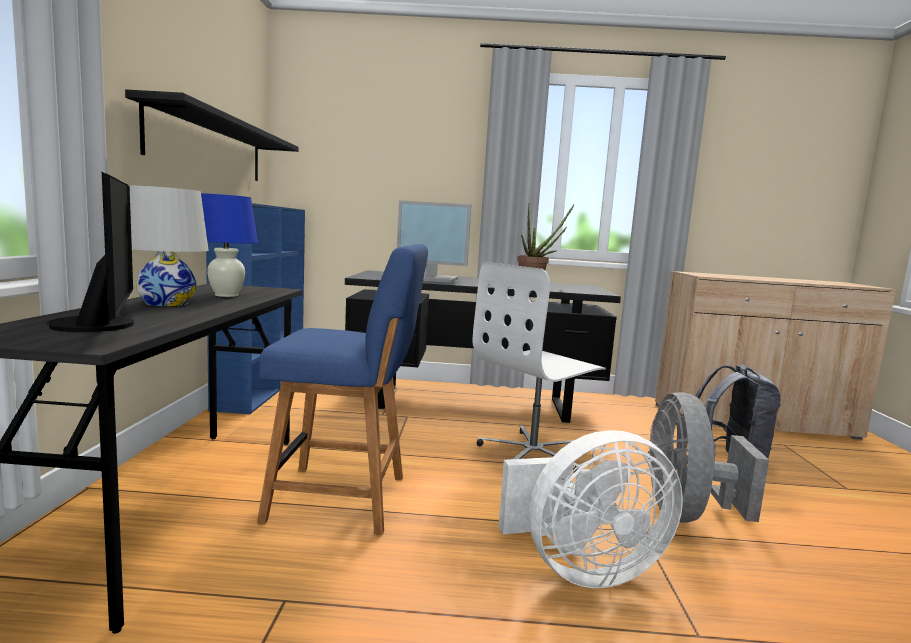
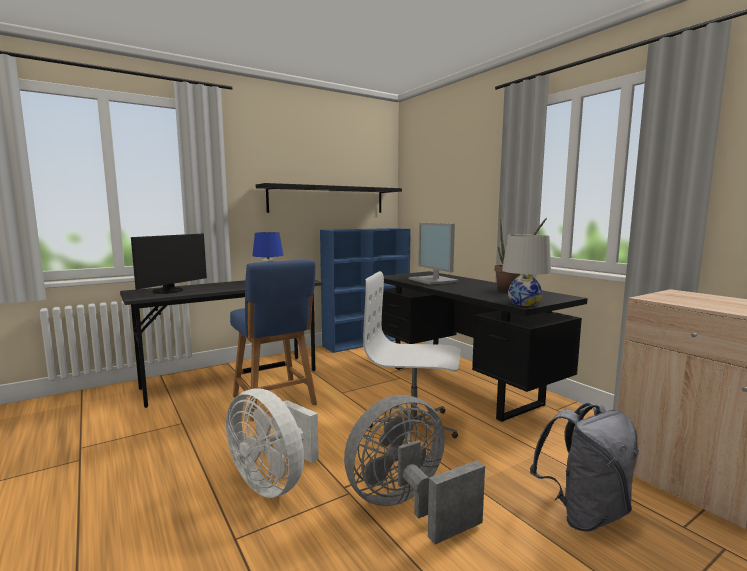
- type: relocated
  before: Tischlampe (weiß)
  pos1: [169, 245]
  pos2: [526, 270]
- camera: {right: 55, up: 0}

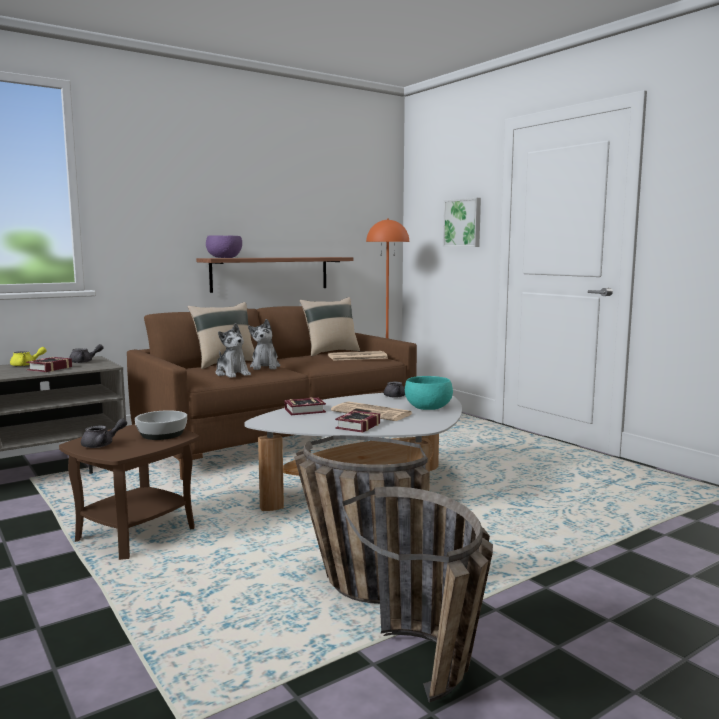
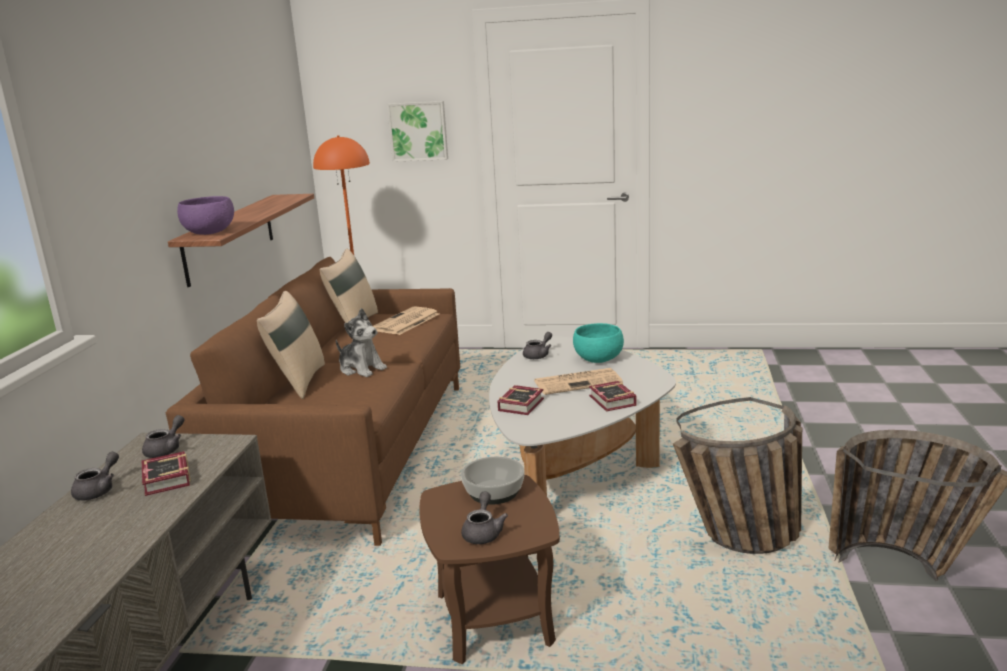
- type: missing
  before: Plüschtier
  pos1: [233, 350]
- type: colour
  before: Teekanne (gelb)
  after: Teekanne (grau)
  pos1: [28, 356]
  pos2: [95, 476]
- camera: {right: -45, up: 10}

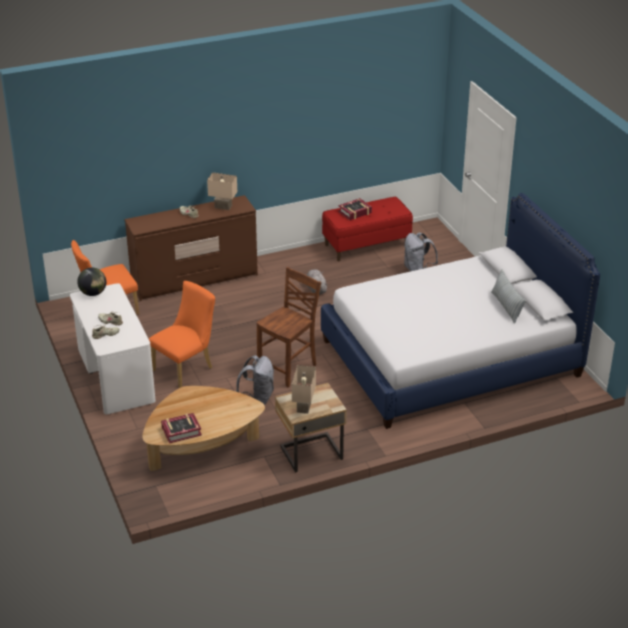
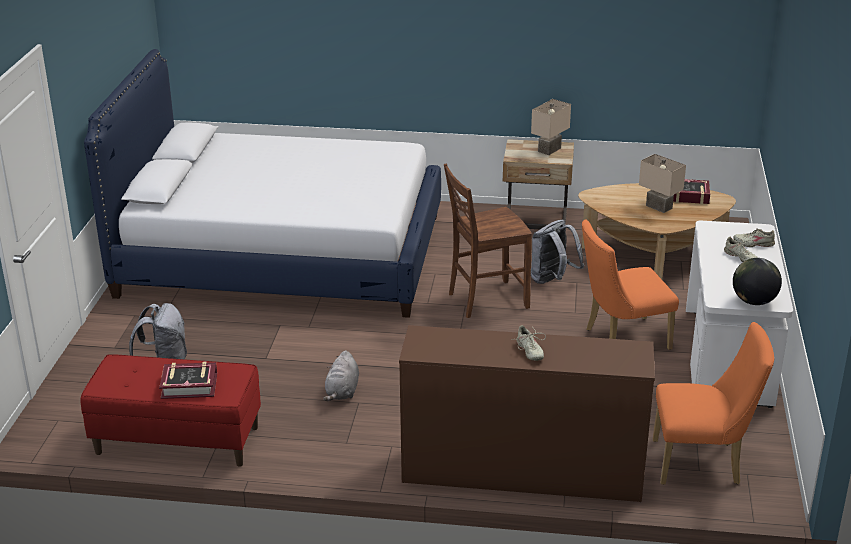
- type: relocated
  before: Tischlampe (beige)
  pos1: [222, 191]
  pos2: [662, 183]
- type: missing
  before: Kissen
  pos1: [508, 296]
- camera: {right: -150, up: -5}

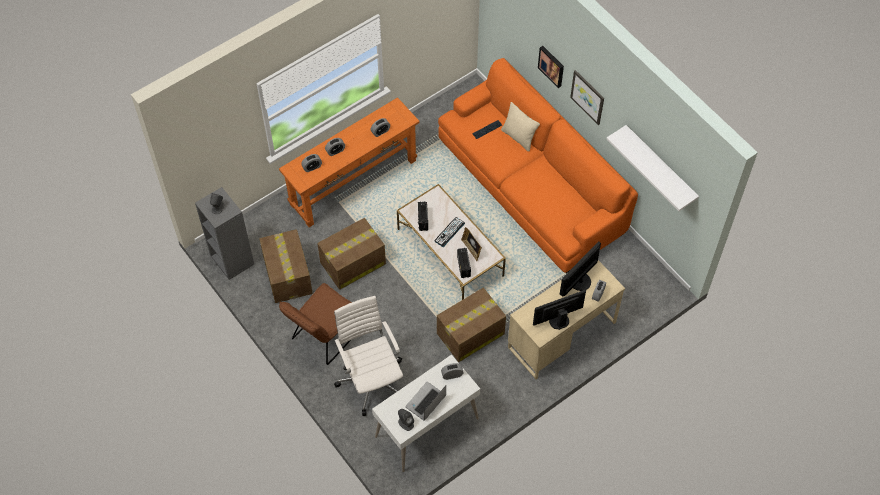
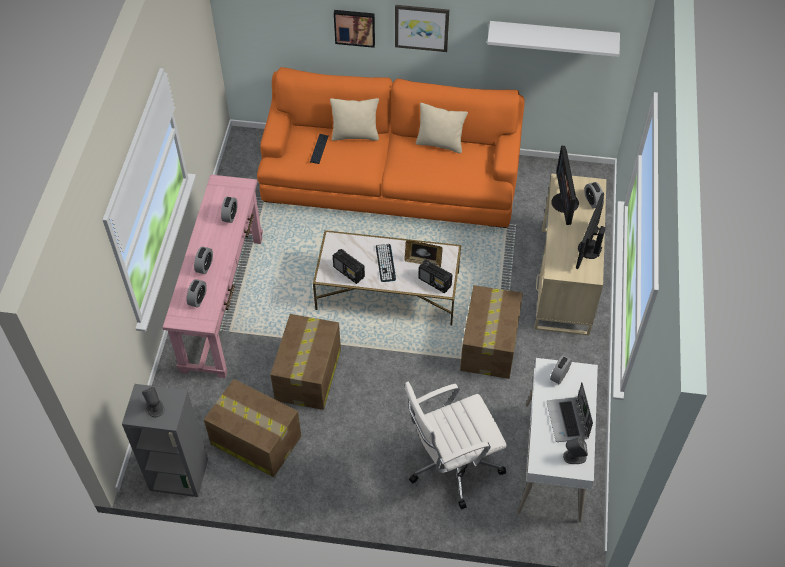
- type: colour
  before: Konsolentisch (orange)
  after: Konsolentisch (rosa)
  pos1: [349, 162]
  pos2: [213, 276]
- type: missing
  before: Stuhl (braun)
  pos1: [315, 324]
- type: spun
  before: Bürostuhl (weiß)
  pos1: [368, 356]
  pos2: [455, 446]
  turn: -45
- type: appeared
  after: Kissen (beige)
  pos2: [442, 128]
- camera: {right: -45, up: -5}

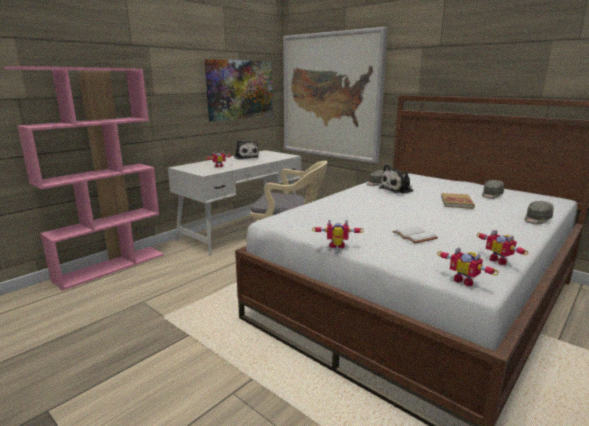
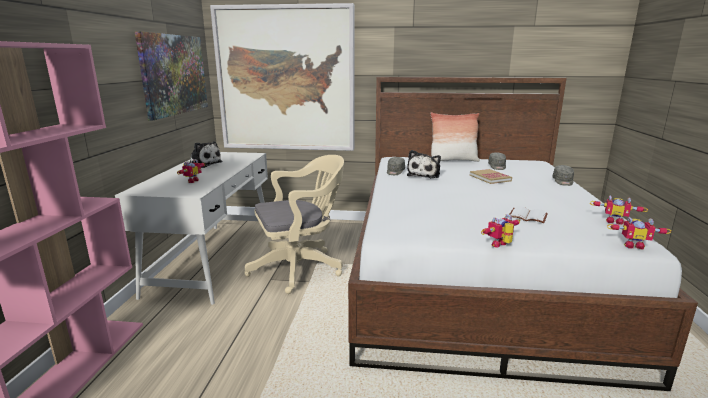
- type: appeared
  after: Kissen
  pos2: [455, 137]
- camera: {right: -35, up: 0}

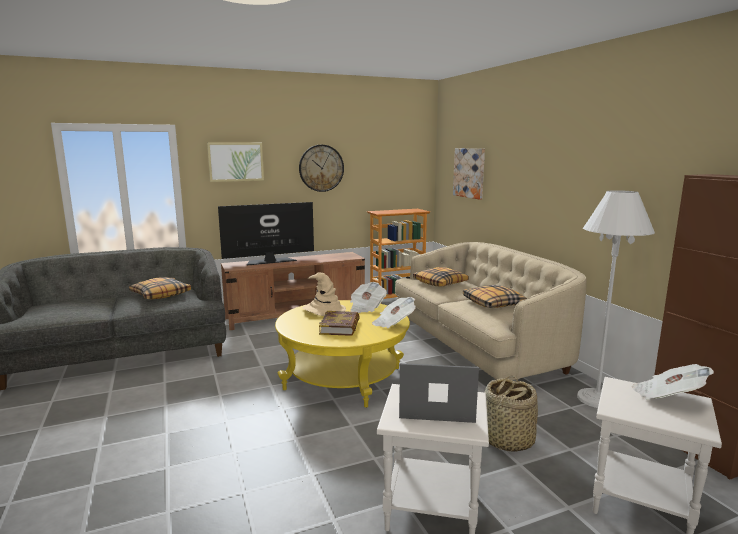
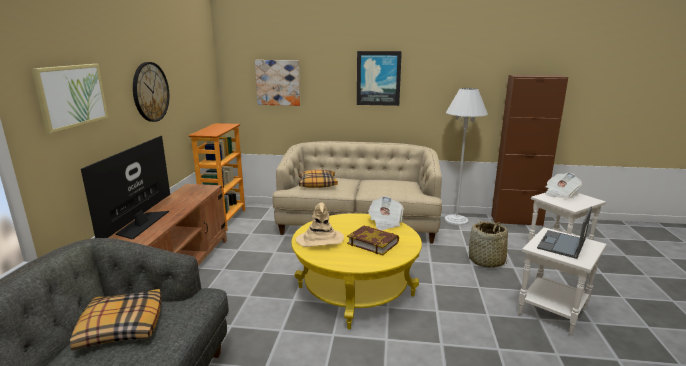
- type: missing
  before: Zeitung
  pos1: [368, 297]
- type: missing
  before: Kissen
  pos1: [495, 296]
- type: appeared
  after: Bild
  pos2: [379, 78]
- camera: {right: -60, up: 5}

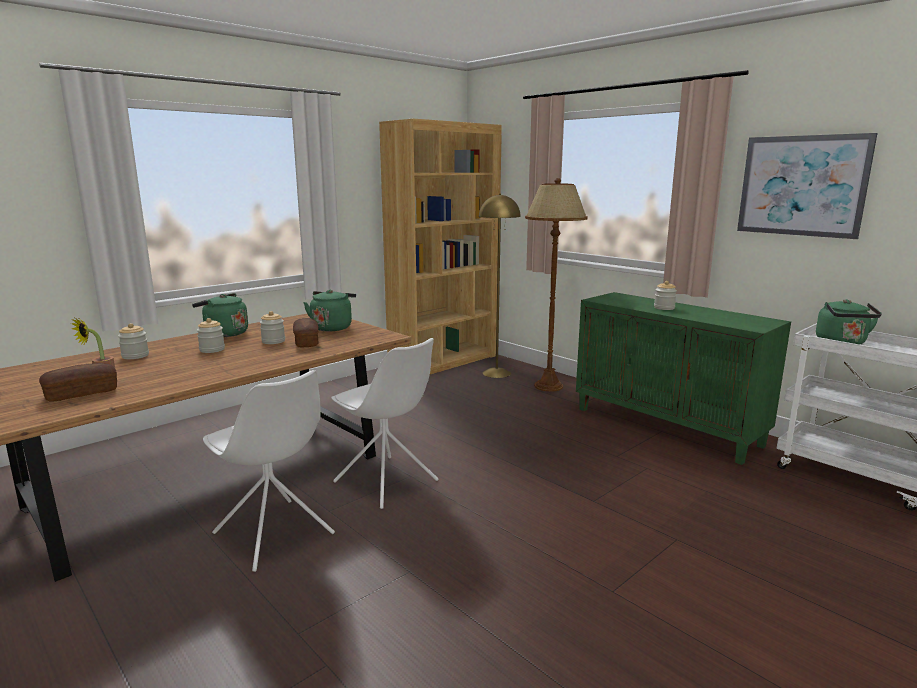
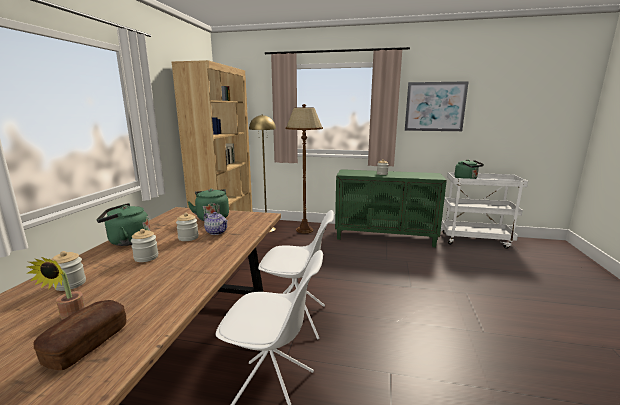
- type: exchanged
  before: Brot
  after: Teekanne
  pos1: [305, 332]
  pos2: [216, 223]
- camera: {right: -35, up: 0}

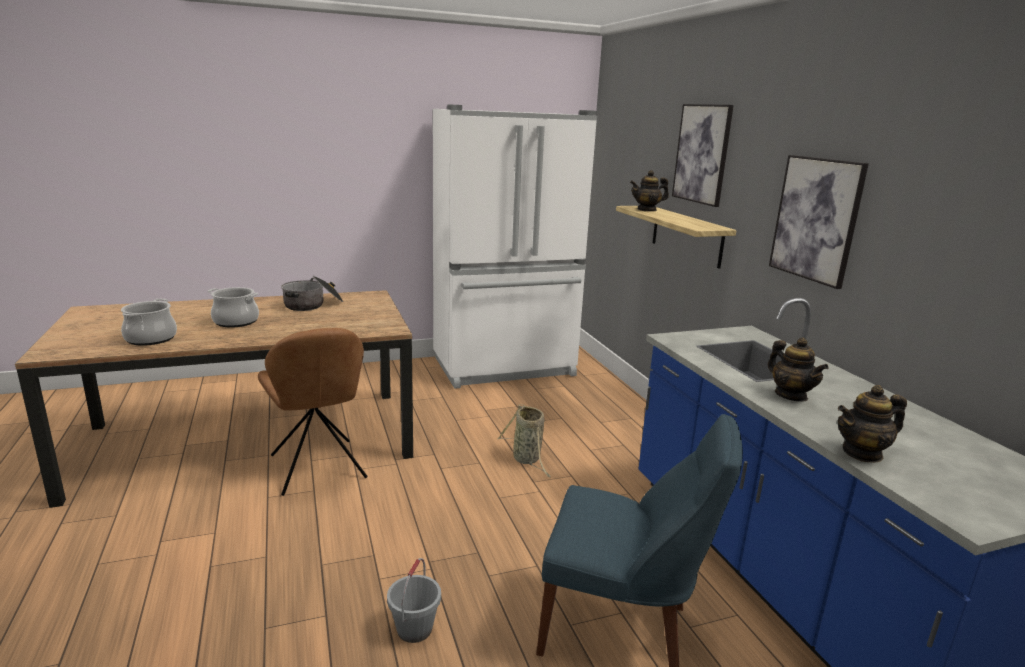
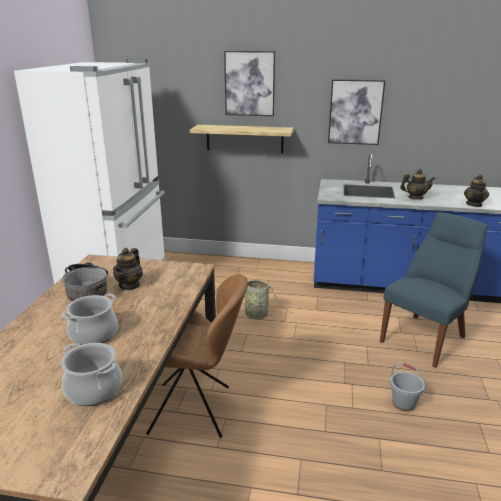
- type: relocated
  before: Teekanne
  pos1: [649, 191]
  pos2: [128, 269]
- camera: {right: -60, up: 5}

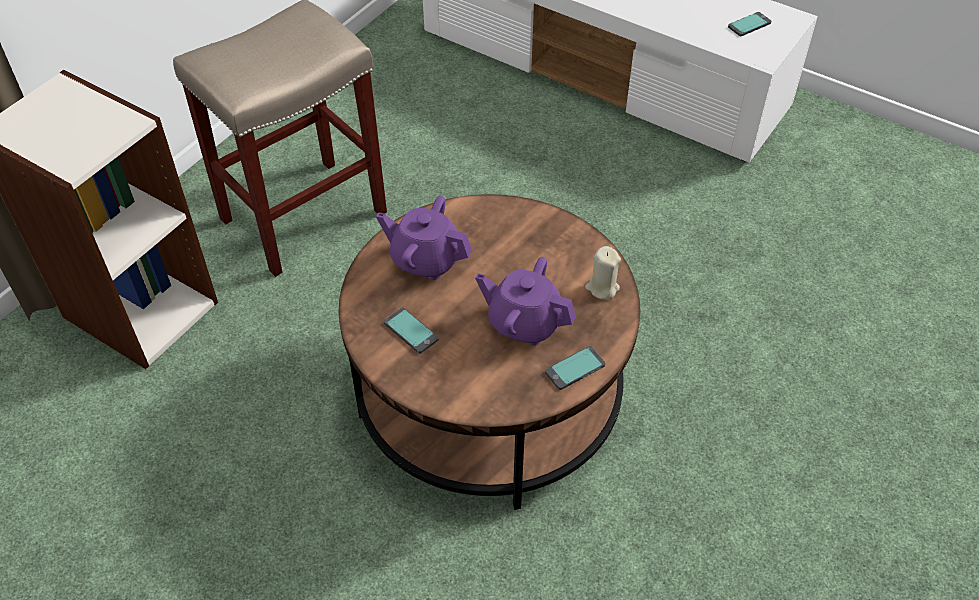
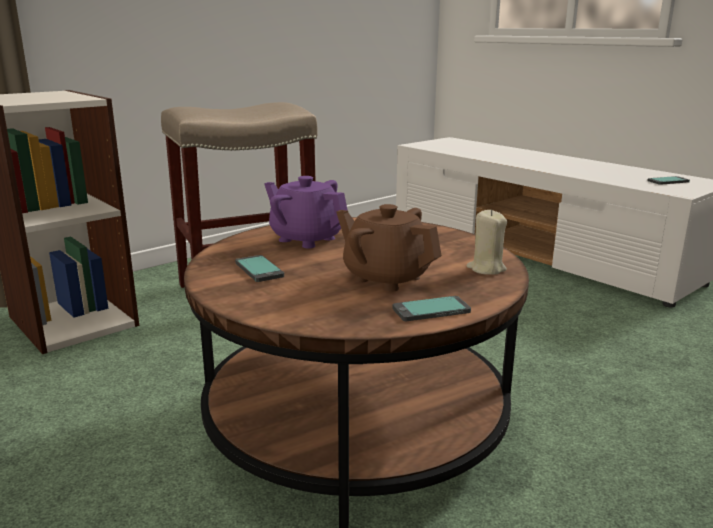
- type: colour
  before: Teekanne (lila)
  after: Teekanne (braun)
  pos1: [525, 301]
  pos2: [389, 248]
- camera: {right: 15, up: -30}

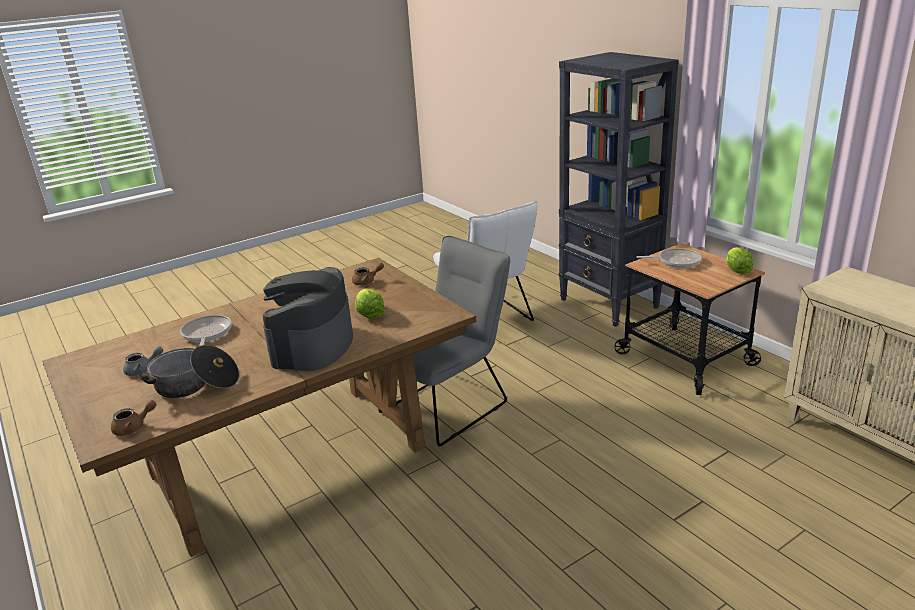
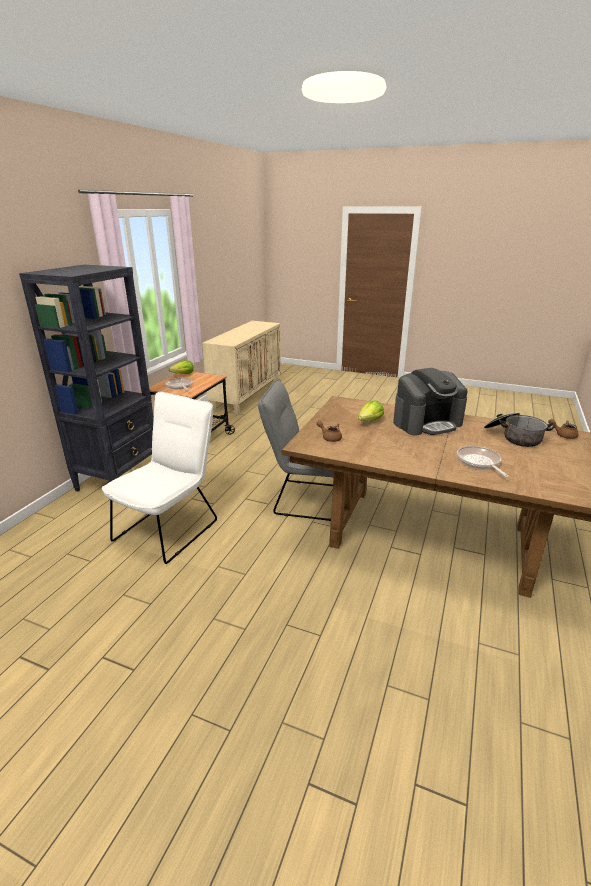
- type: spun
  before: Pfanne
  pos1: [206, 330]
  pos2: [483, 461]
  turn: 120
- type: missing
  before: Teekanne (grau)
  pos1: [143, 361]
- camera: {right: -125, up: 0}

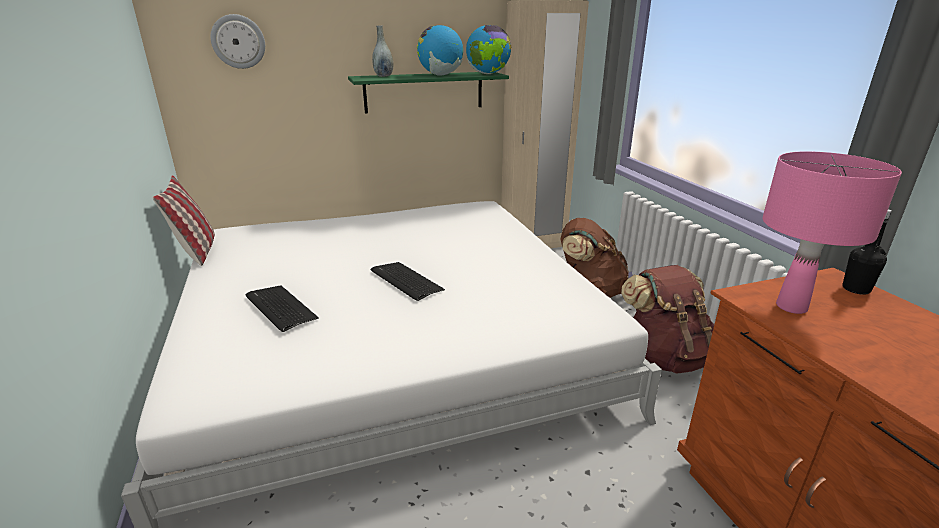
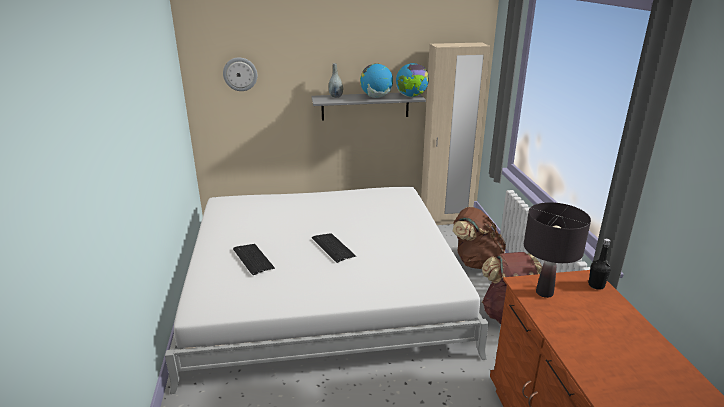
- type: colour
  before: Wandregal (grün)
  after: Wandregal (grau)
  pos1: [428, 92]
  pos2: [368, 107]
- type: colour
  before: Tischlampe (rosa)
  after: Tischlampe (schwarz)
  pos1: [832, 232]
  pos2: [557, 250]
- type: missing
  before: Kissen
  pos1: [184, 220]
- camera: {right: 10, up: 0}

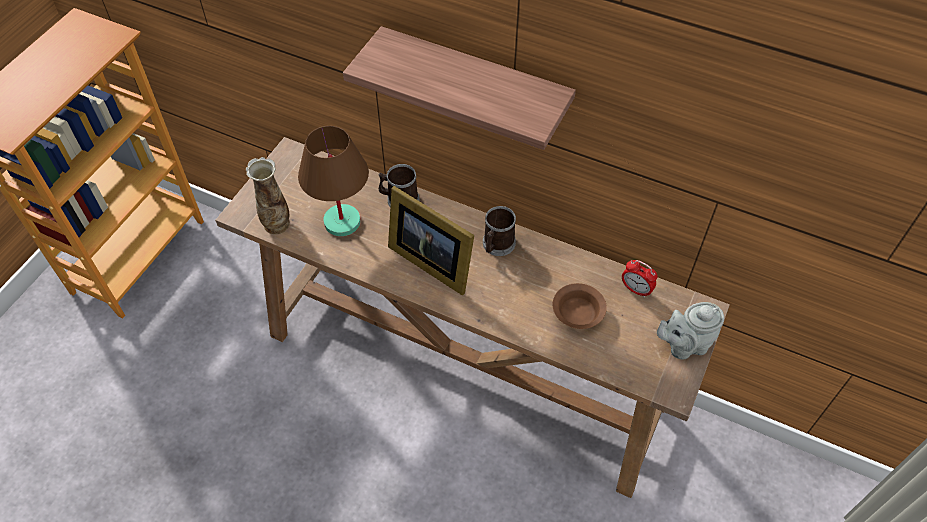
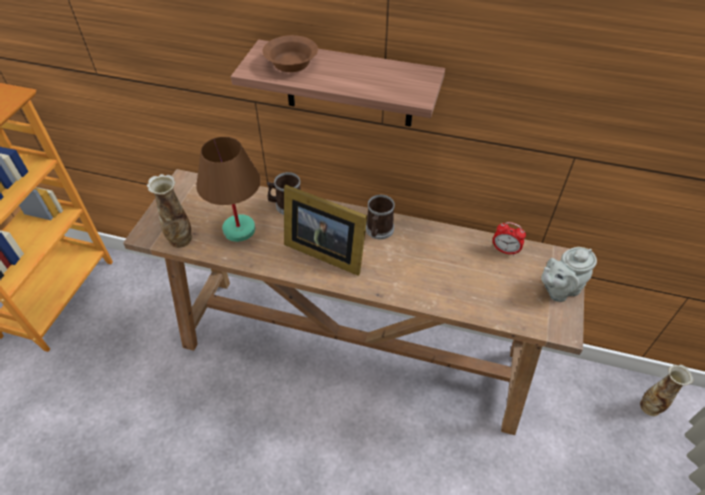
- type: relocated
  before: Schüssel (braun)
  pos1: [580, 306]
  pos2: [290, 53]
- type: appeared
  after: Vase
  pos2: [667, 390]
- camera: {right: -10, up: -5}

